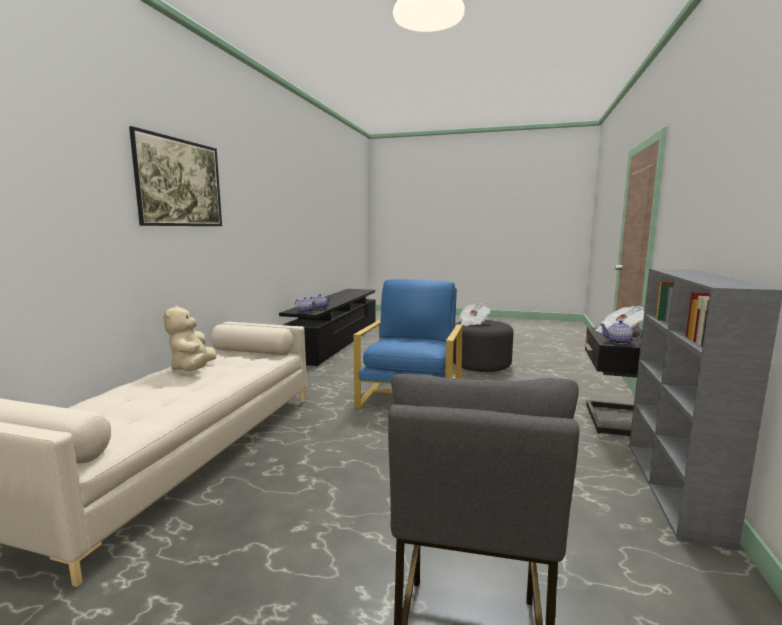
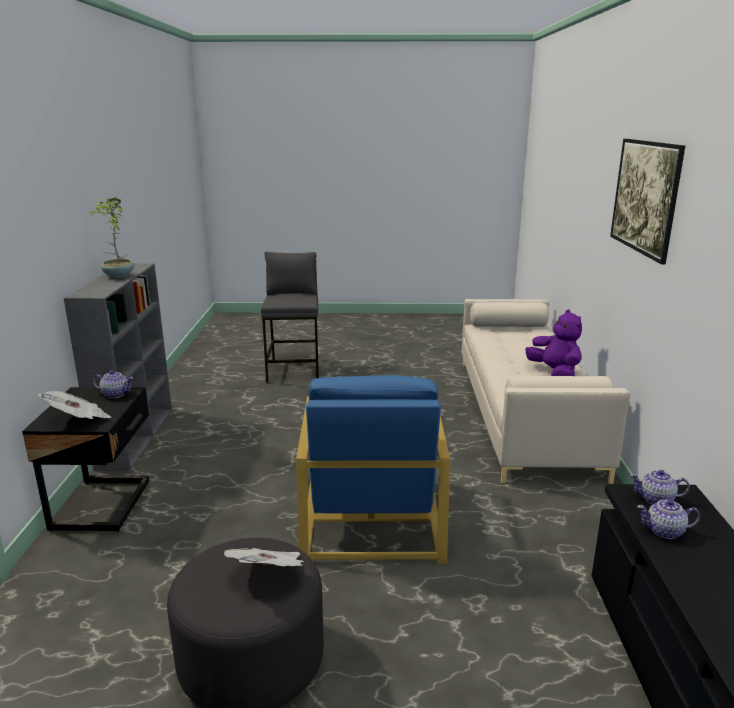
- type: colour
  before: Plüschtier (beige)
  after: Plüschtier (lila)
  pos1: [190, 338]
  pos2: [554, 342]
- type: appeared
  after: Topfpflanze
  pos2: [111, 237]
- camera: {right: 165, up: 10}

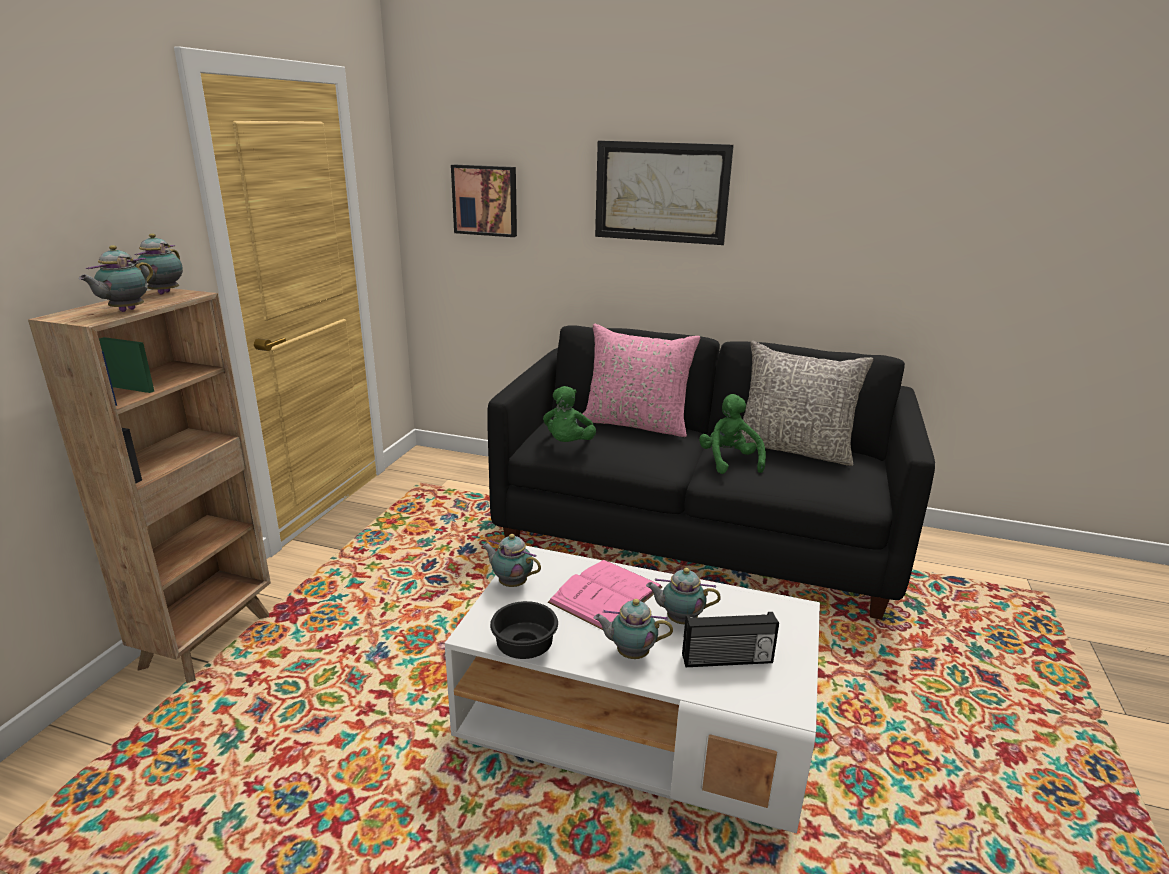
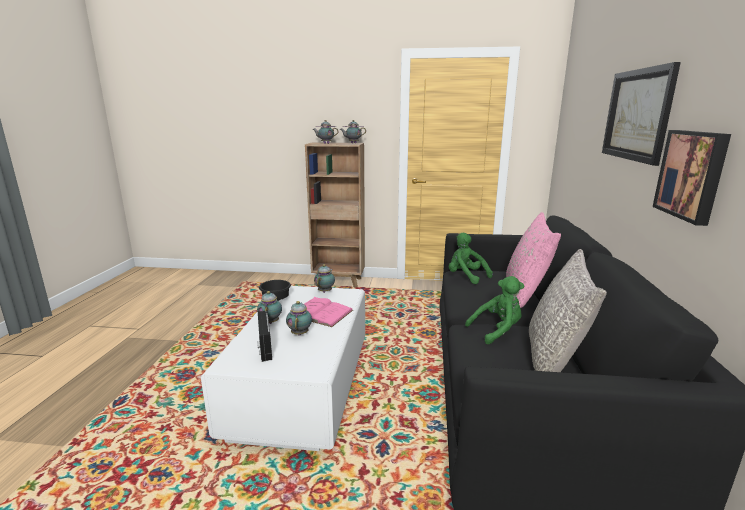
- type: relocated
  before: Bild
  pos1: [484, 201]
  pos2: [692, 178]
- type: spun
  before: Plüschtier (grün)
  pos1: [569, 414]
  pos2: [471, 258]
  turn: 45
- camera: {right: 80, up: -5}

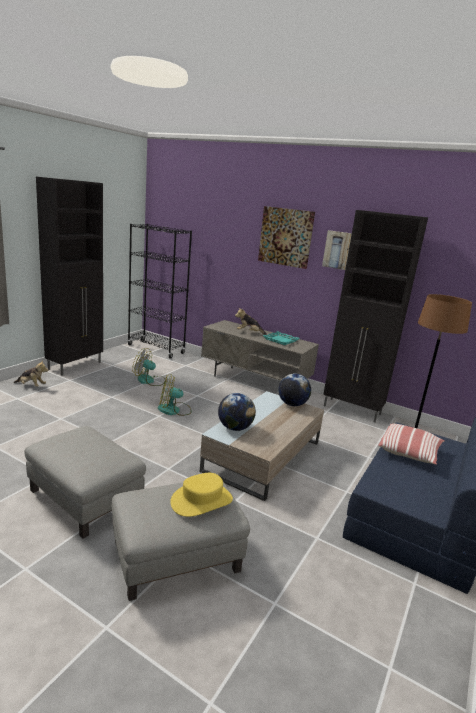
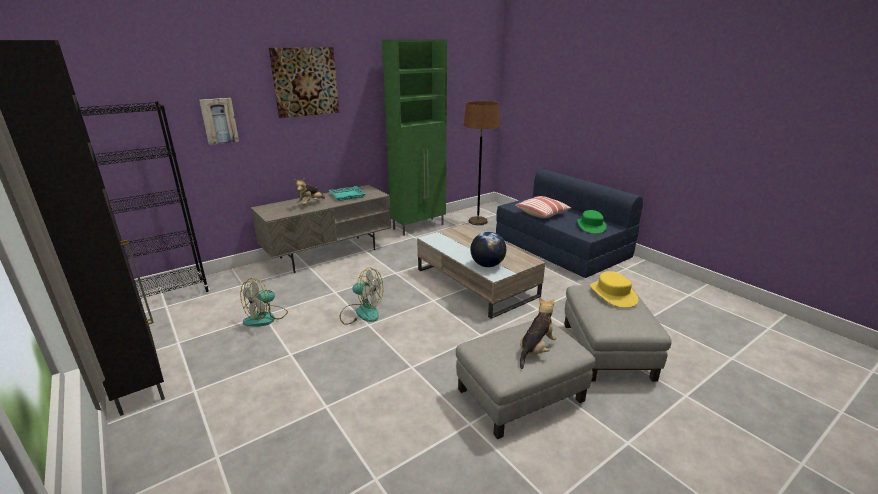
- type: colour
  before: Schrank (schwarz)
  after: Schrank (grün)
  pos1: [375, 316]
  pos2: [414, 138]
- type: relocated
  before: Bild
  pos1: [337, 250]
  pos2: [219, 121]
- type: relocated
  before: Plüschtier
  pos1: [31, 373]
  pos2: [538, 333]
- type: spun
  before: Ventilator
  pos1: [175, 395]
  pos2: [361, 296]
  turn: -90
- type: missing
  before: Globus
  pos1: [294, 390]
- type: appeared
  after: Hut (grün)
  pos2: [592, 222]
- camera: {right: -65, up: 5}

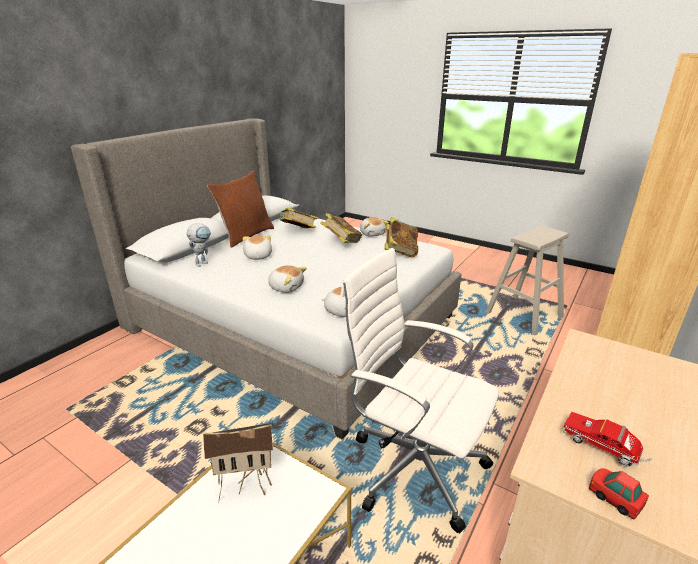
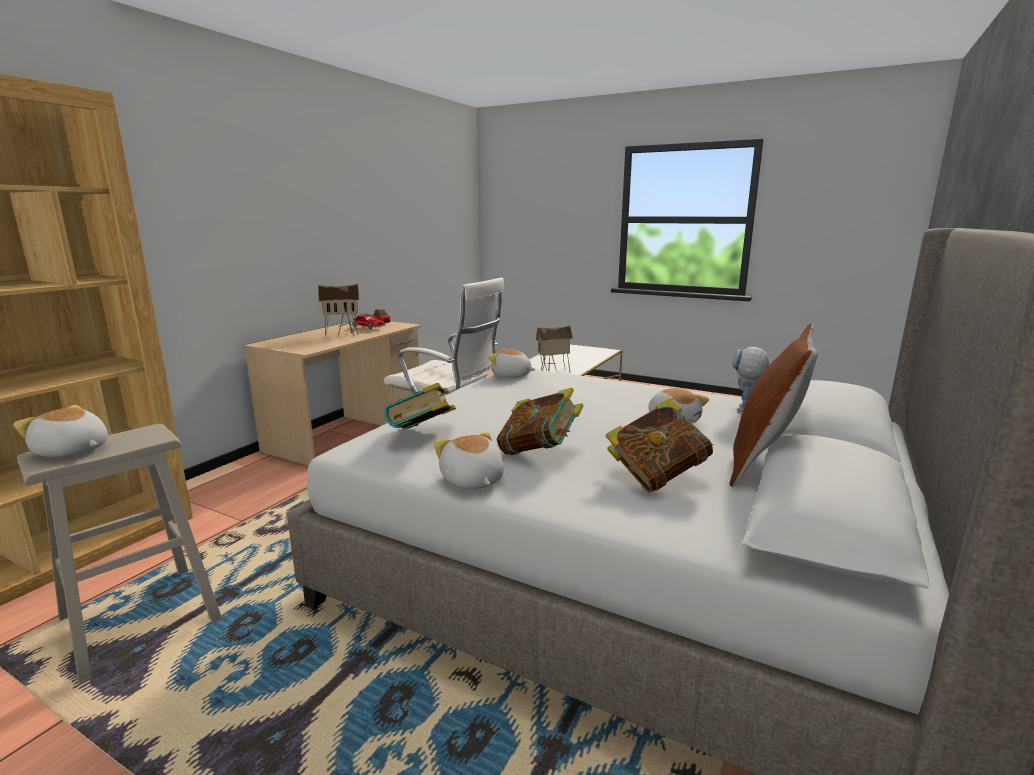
- type: relocated
  before: Plüschtier
  pos1: [287, 279]
  pos2: [60, 431]
- type: appeared
  after: Spielzeughaus
  pos2: [338, 310]
- camera: {right: 175, up: -10}

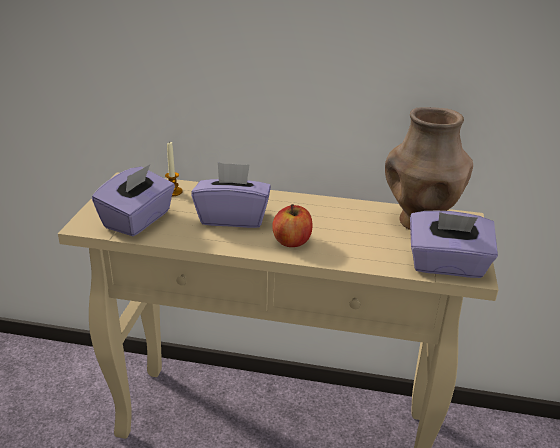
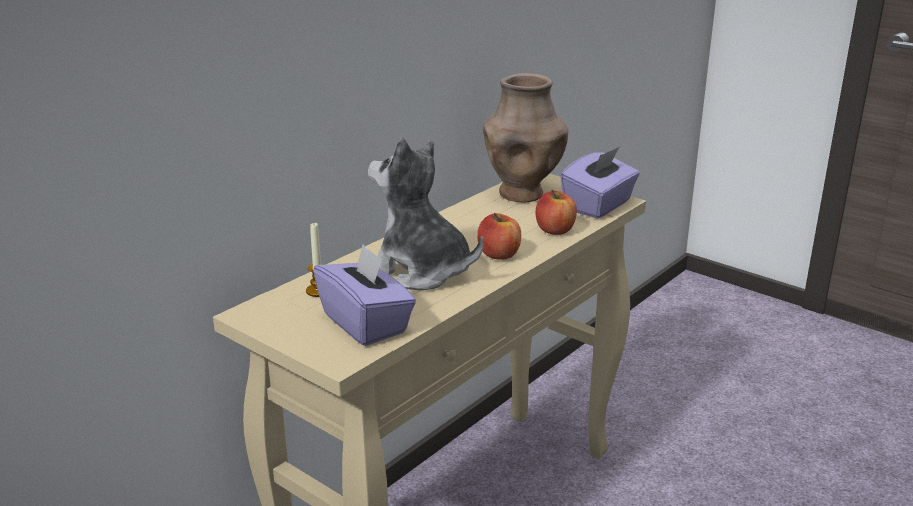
- type: exchanged
  before: Taschentuchbox (lila)
  after: Plüschtier
  pos1: [231, 195]
  pos2: [426, 213]
- type: appeared
  after: Apfel
  pos2: [556, 212]
- camera: {right: -60, up: -5}

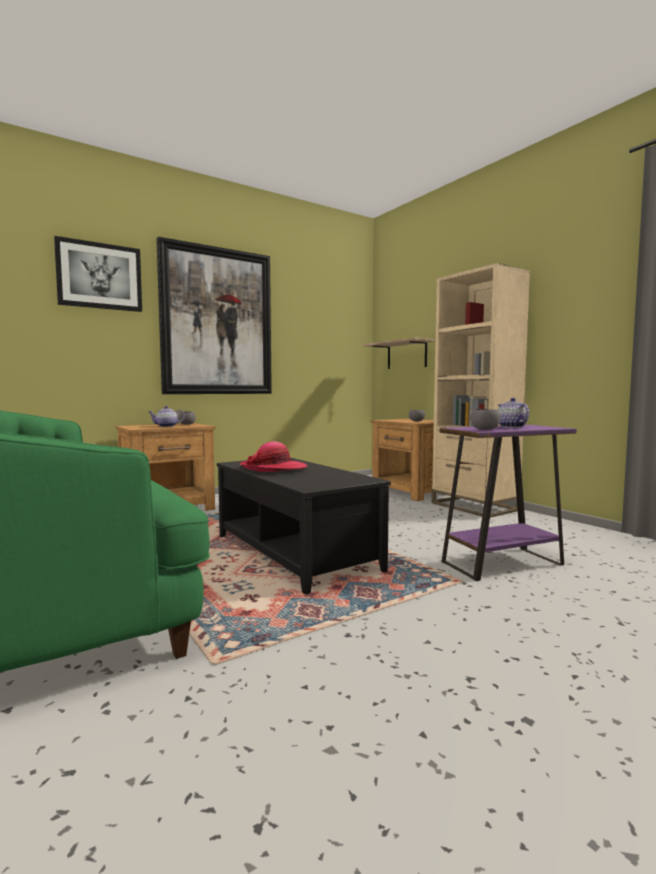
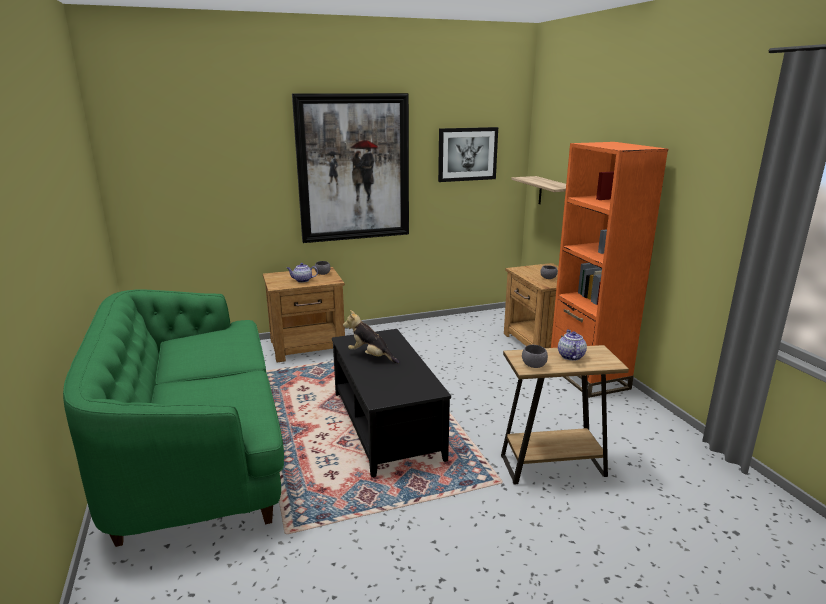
- type: relocated
  before: Bild
  pos1: [98, 274]
  pos2: [468, 154]
- type: colour
  before: Bücherregal (beige)
  after: Bücherregal (orange)
  pos1: [481, 390]
  pos2: [609, 270]
- type: colour
  before: Beistelltisch (lila)
  after: Beistelltisch (braun)
  pos1: [508, 503]
  pos2: [565, 415]
- type: exchanged
  before: Hut
  after: Plüschtier
  pos1: [273, 456]
  pos2: [371, 337]
- camera: {right: 15, up: 15}

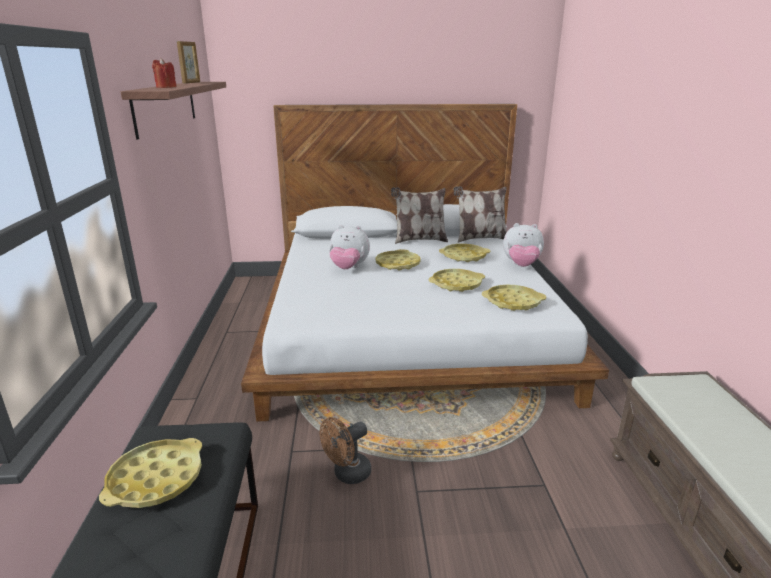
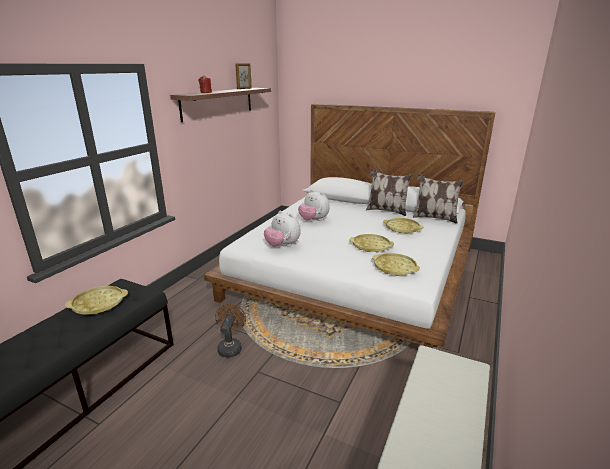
- type: relocated
  before: Plüschtier
  pos1: [523, 245]
  pos2: [282, 229]
- type: missing
  before: Tablett (gelb)
  pos1: [398, 260]
- type: spun
  before: Ventilator (braun)
  pos1: [345, 450]
  pos2: [230, 330]
  turn: 105
- camera: {right: 30, up: 0}

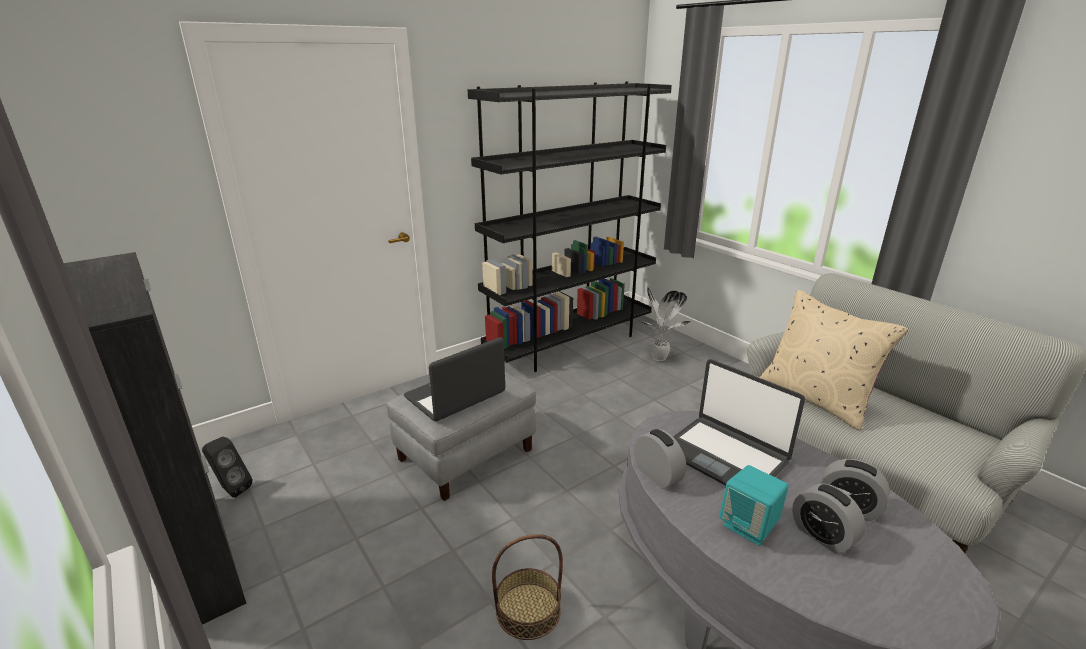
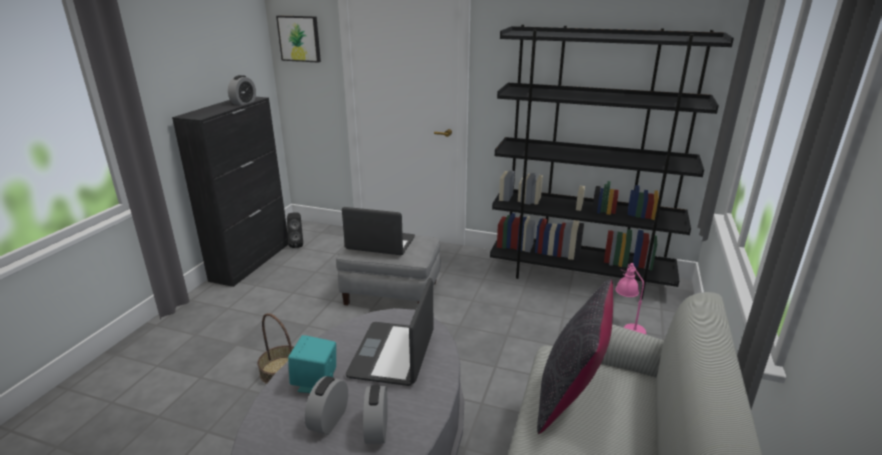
- type: exchanged
  before: Topfpflanze
  after: Tischlampe (rosa)
  pos1: [666, 324]
  pos2: [631, 299]
- type: colour
  before: Kissen (beige)
  after: Kissen (schwarz)
  pos1: [834, 360]
  pos2: [575, 356]
- type: relocated
  before: Wecker
  pos1: [660, 459]
  pos2: [242, 90]
- type: appeared
  after: Bild
  pos2: [298, 39]
- camera: {right: 55, up: 0}

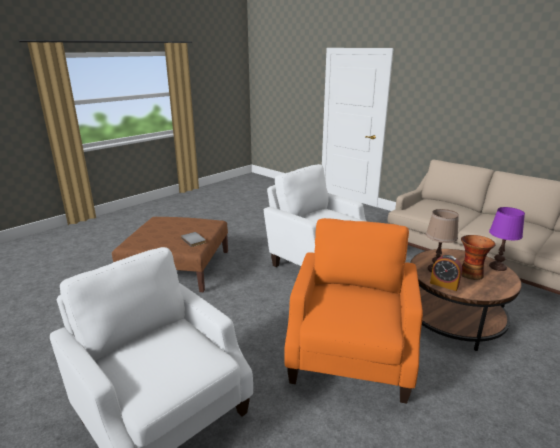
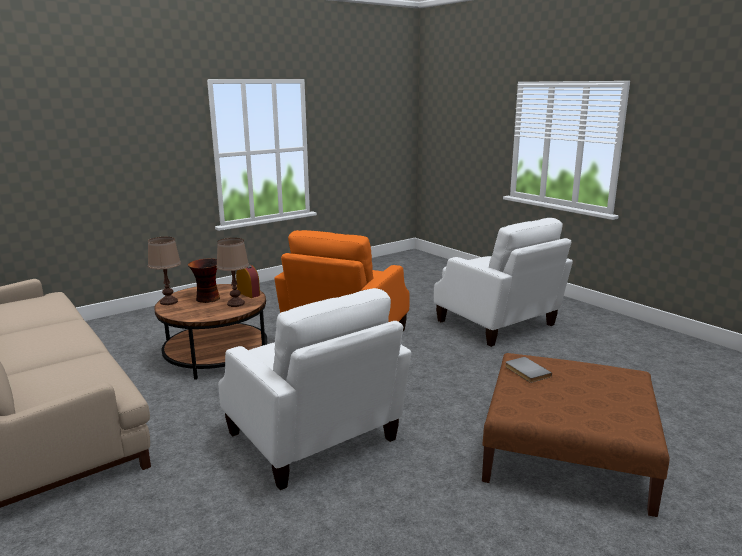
- type: colour
  before: Tischlampe (lila)
  after: Tischlampe (braun)
  pos1: [507, 239]
  pos2: [164, 271]
- camera: {right: -170, up: -5}

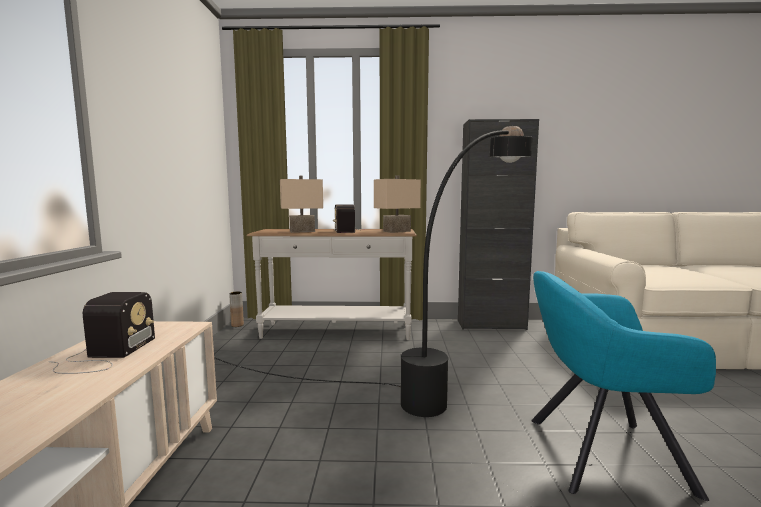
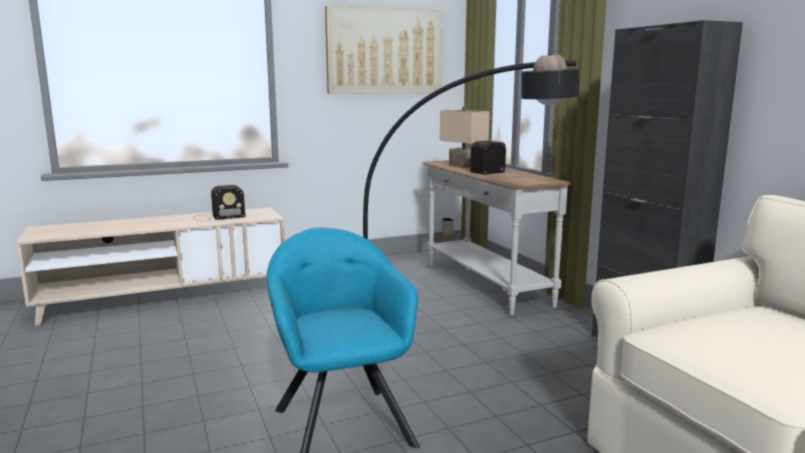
- type: missing
  before: Tischlampe (beige)
  pos1: [397, 204]
- type: appeared
  after: Bild
  pos2: [383, 50]
- camera: {right: 65, up: 5}

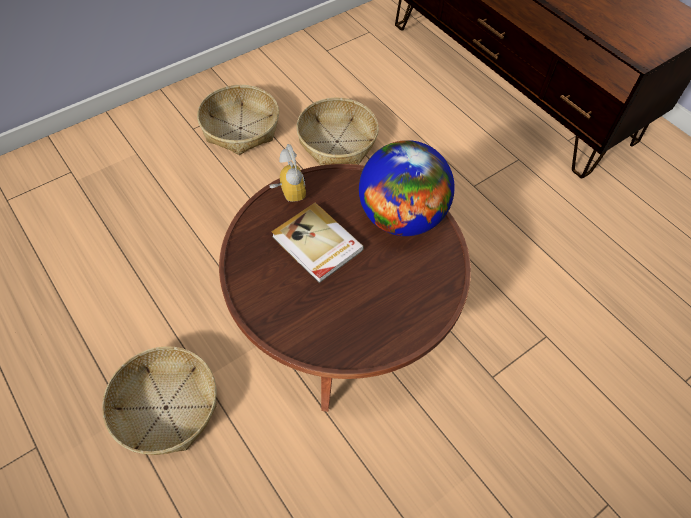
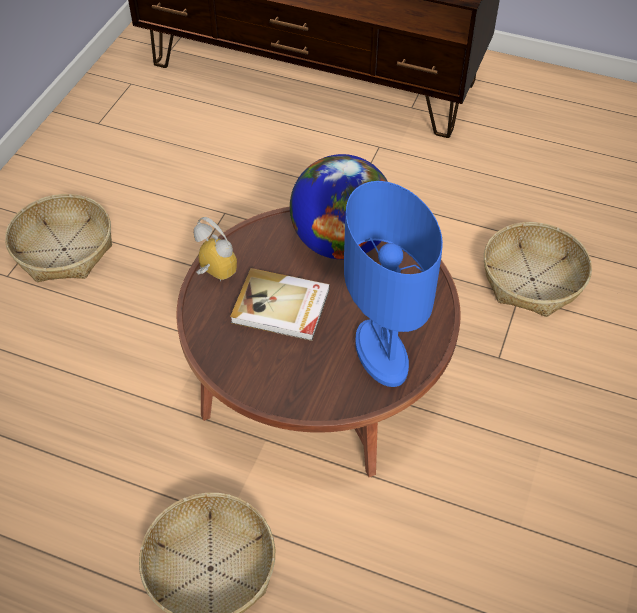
- type: relocated
  before: Korb
  pos1: [337, 132]
  pos2: [538, 269]
- type: appeared
  after: Tischlampe (blau)
  pos2: [393, 284]
- camera: {right: -30, up: -5}

